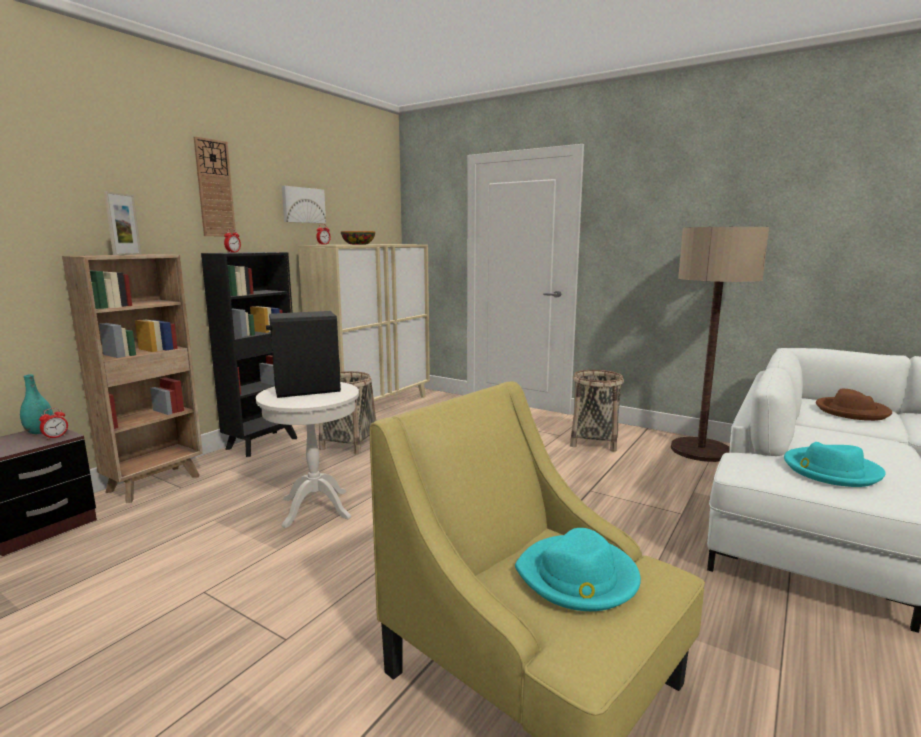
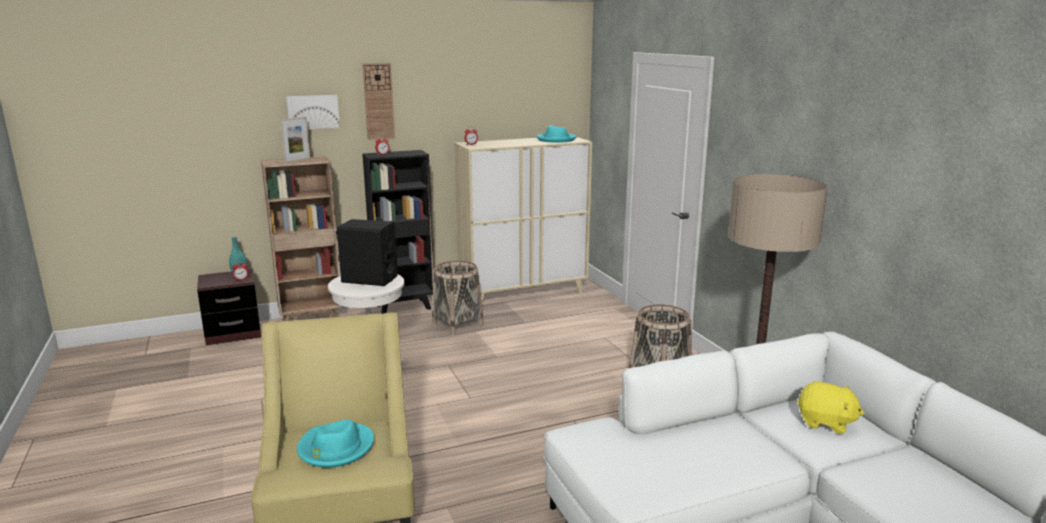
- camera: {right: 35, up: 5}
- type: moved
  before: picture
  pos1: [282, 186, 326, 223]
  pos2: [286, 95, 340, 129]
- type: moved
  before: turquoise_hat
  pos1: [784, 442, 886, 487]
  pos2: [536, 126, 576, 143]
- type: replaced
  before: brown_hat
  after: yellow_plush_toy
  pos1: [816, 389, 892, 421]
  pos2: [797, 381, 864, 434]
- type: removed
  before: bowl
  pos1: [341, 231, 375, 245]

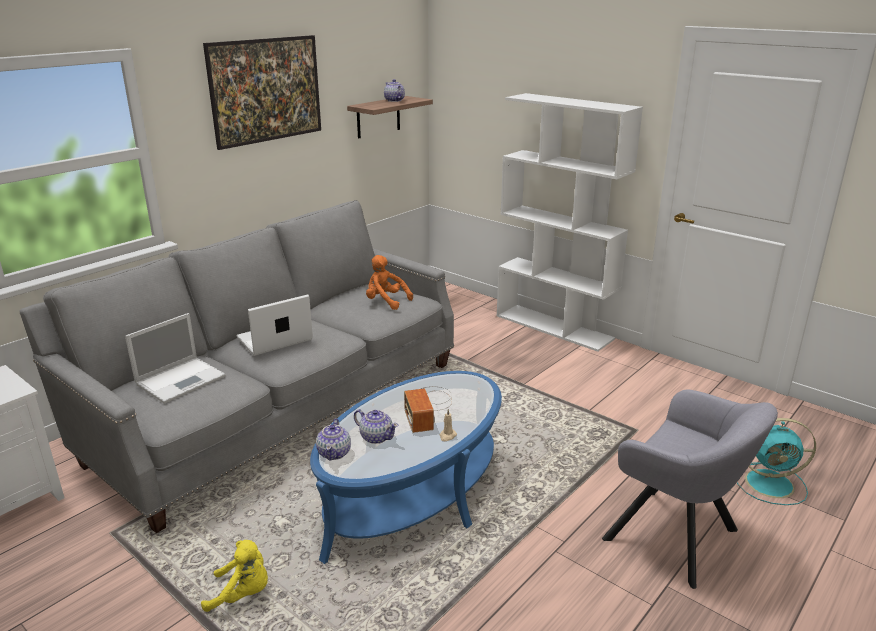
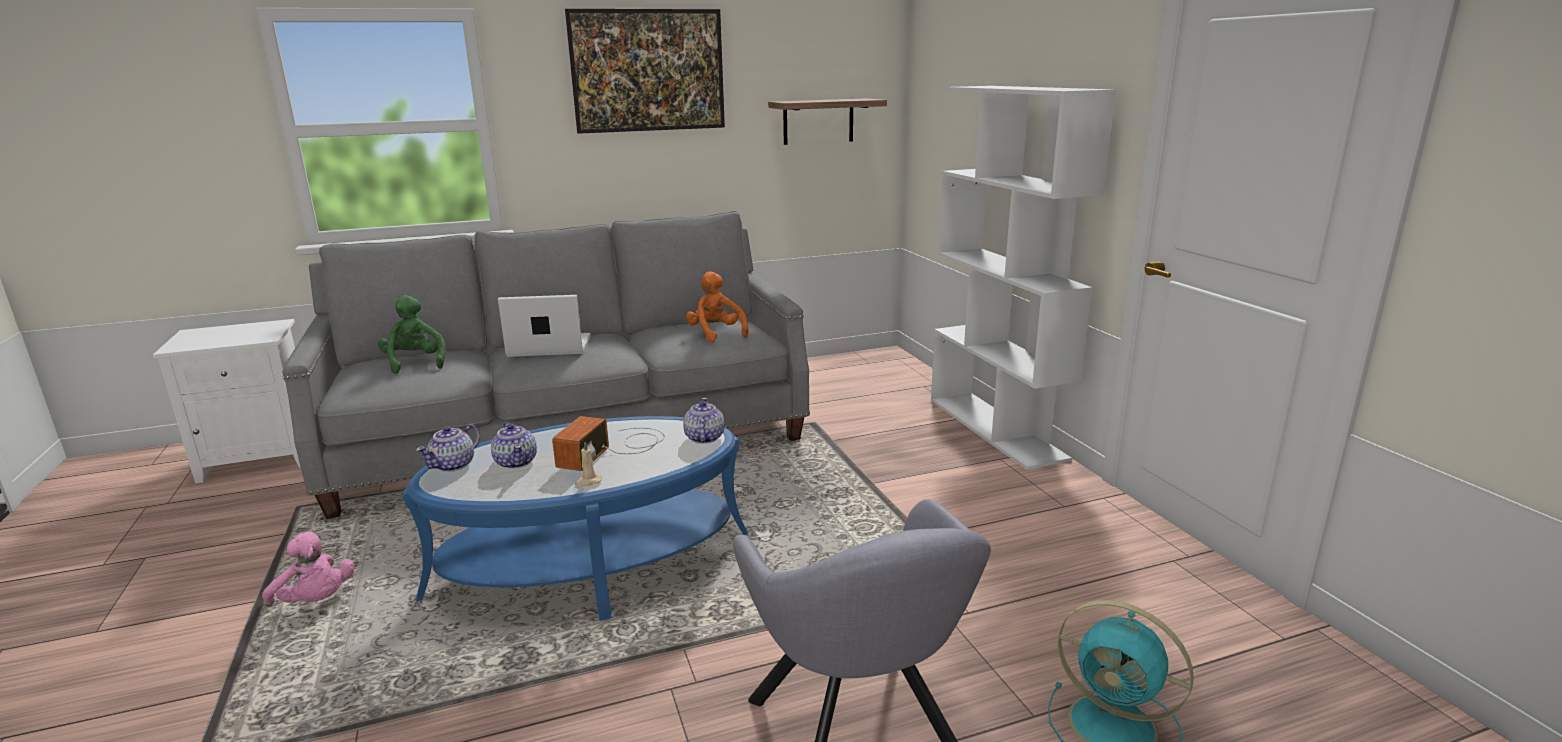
- camera: {right: 30, up: -5}
- type: recoloured
  before: yellow_plush_toy
  after: pink_plush_toy
  pos1: [201, 540, 268, 612]
  pos2: [262, 532, 354, 605]
- type: replaced
  before: laptop
  after: green_plush_toy
  pos1: [125, 313, 226, 404]
  pos2: [378, 295, 446, 374]
- type: moved
  before: teapot
  pos1: [384, 79, 405, 102]
  pos2: [683, 398, 725, 444]

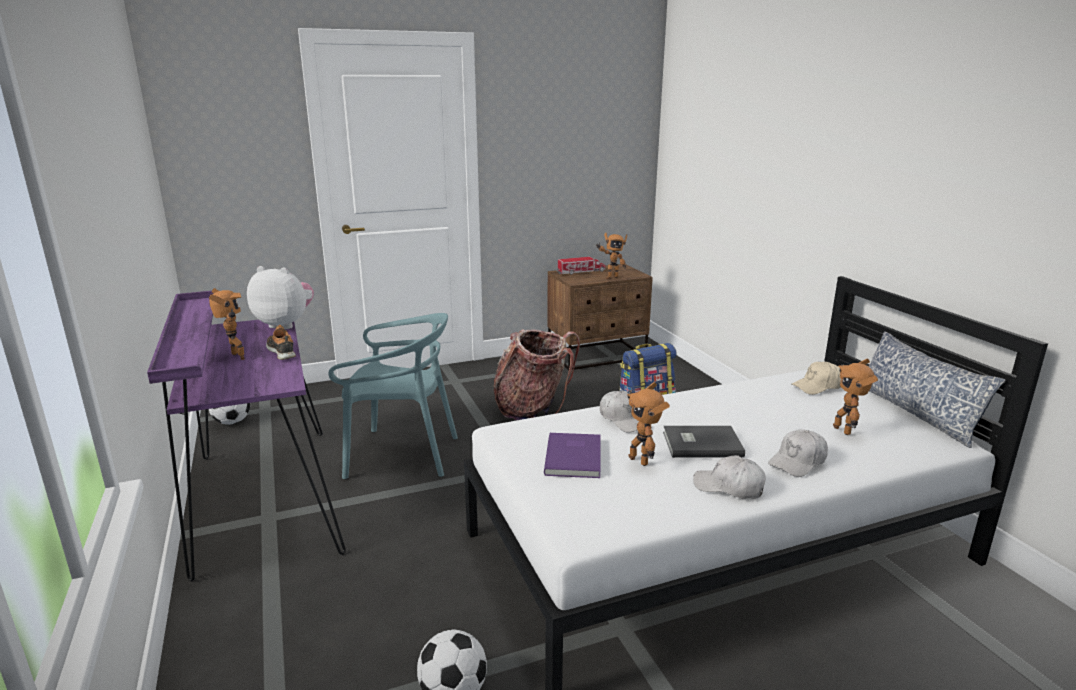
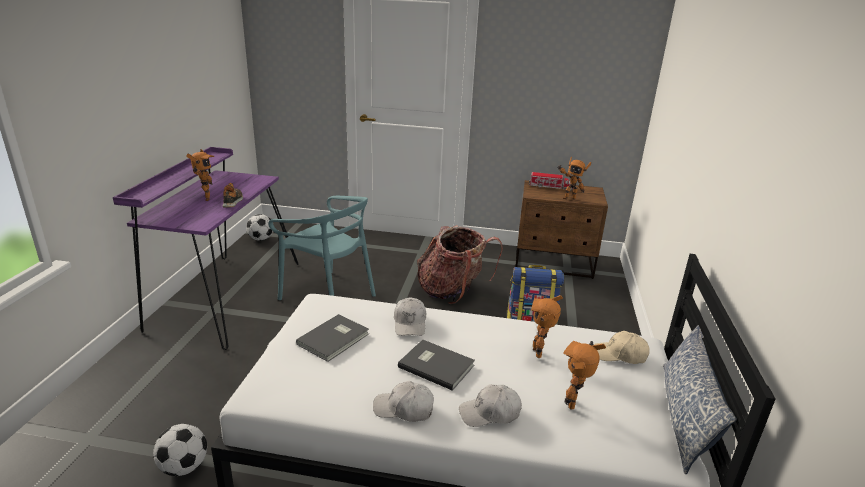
- camera: {right: 30, up: 5}
- type: recoloured
  before: purple_book
  after: grey_book
  pos1: [544, 433, 601, 478]
  pos2: [296, 314, 369, 362]
- type: turned
  before: white_cap
  pos1: [693, 455, 766, 499]
  pos2: [373, 381, 434, 422]
  turn: -45
- type: moved
  before: toy_robot
  pos1: [627, 382, 670, 466]
  pos2: [531, 295, 563, 358]
- type: removed
  before: plush_toy
  pos1: [247, 266, 314, 329]

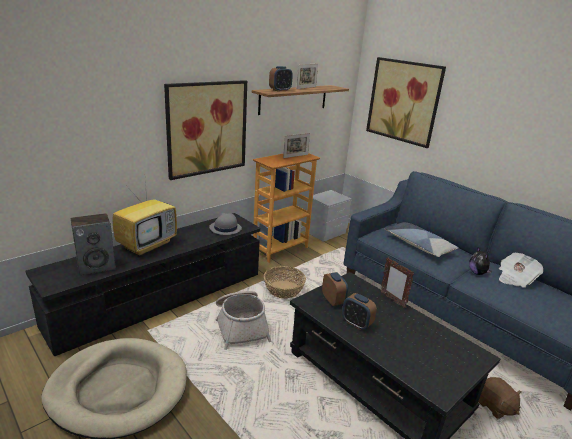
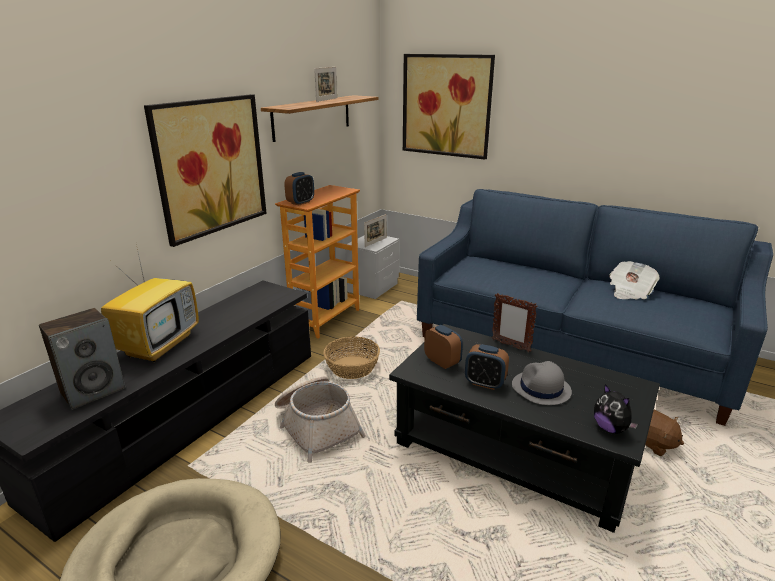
- camera: {right: -15, up: 0}
- type: moved
  before: alarm_clock
  pos1: [269, 66, 293, 91]
  pos2: [284, 172, 314, 205]
- type: moved
  before: picture_frame
  pos1: [283, 133, 310, 158]
  pos2: [364, 214, 387, 247]
- type: moved
  before: grey_hat
  pos1: [209, 213, 242, 235]
  pos2: [512, 361, 572, 405]
- type: moved
  before: plush_toy
  pos1: [469, 248, 492, 275]
  pos2: [594, 384, 638, 434]
- type: removed
  before: pillow
  pos1: [384, 222, 458, 257]

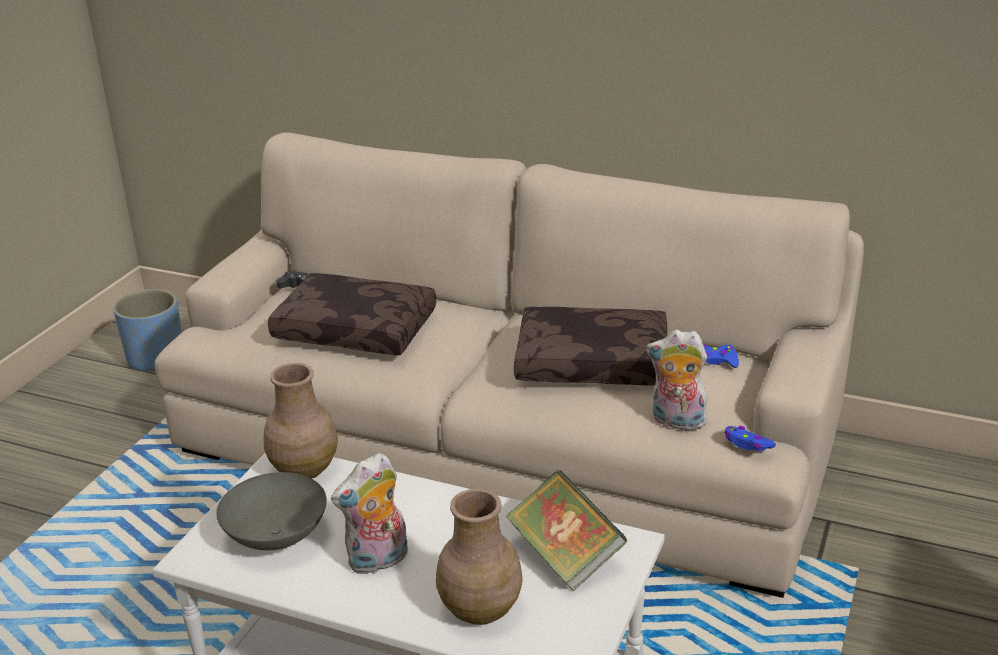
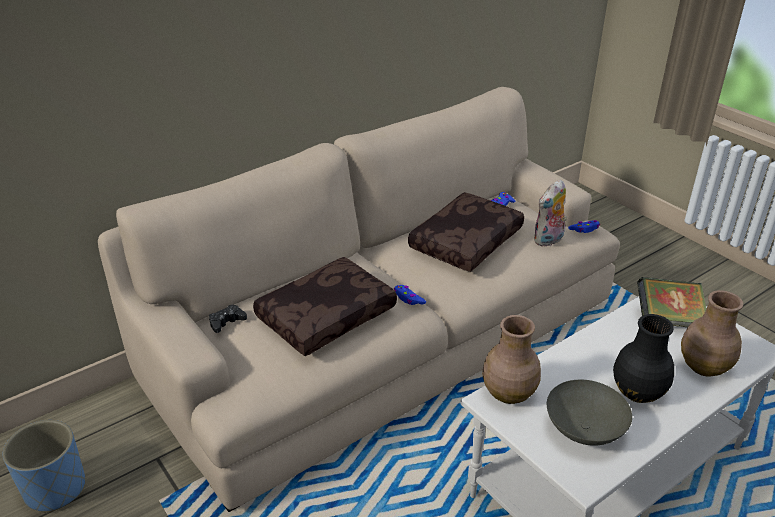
- camera: {right: -60, up: 5}
- type: added
  after: blue_game_controller
  pos2: [394, 285, 426, 305]
- type: replaced
  before: plush_toy
  after: black_vase
  pos1: [331, 453, 408, 574]
  pos2: [613, 314, 674, 403]

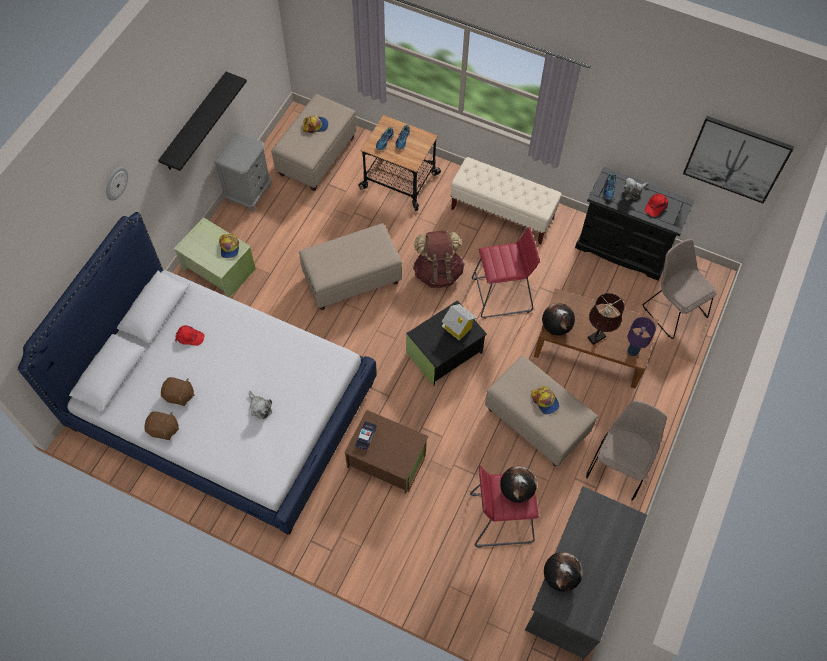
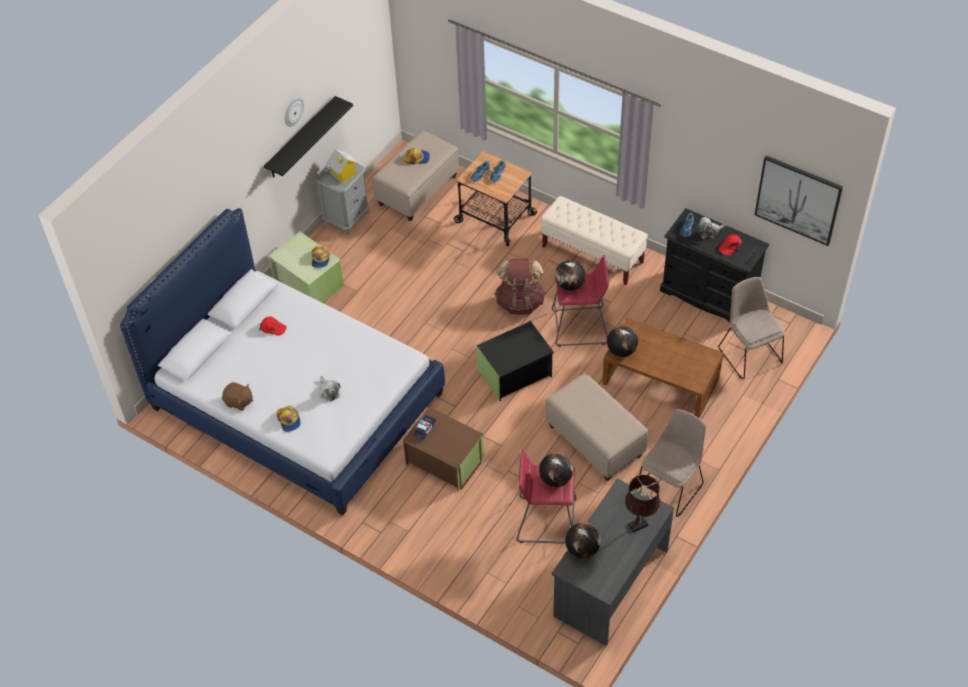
- camera: {right: 10, up: -10}
- type: moved
  before: cap
  pos1: [531, 386, 559, 414]
  pos2: [276, 406, 301, 432]
- type: moved
  before: wall_clock
  pos1: [106, 167, 128, 201]
  pos2: [285, 97, 304, 126]
- type: moved
  before: toy_house
  pos1: [441, 304, 477, 340]
  pos2: [327, 149, 358, 184]
- type: added
  after: globe
  pos2: [555, 260, 586, 291]
- type: moved
  before: brown_table_lamp
  pos1: [587, 293, 624, 345]
  pos2: [625, 475, 661, 533]
- type: removed
  before: brown_plush_toy
  pos1: [161, 377, 195, 406]
- type: removed
  before: beige_ottoman
  pos1: [299, 223, 402, 310]
- type: removed
  before: purple_table_lamp
  pos1: [627, 317, 656, 356]

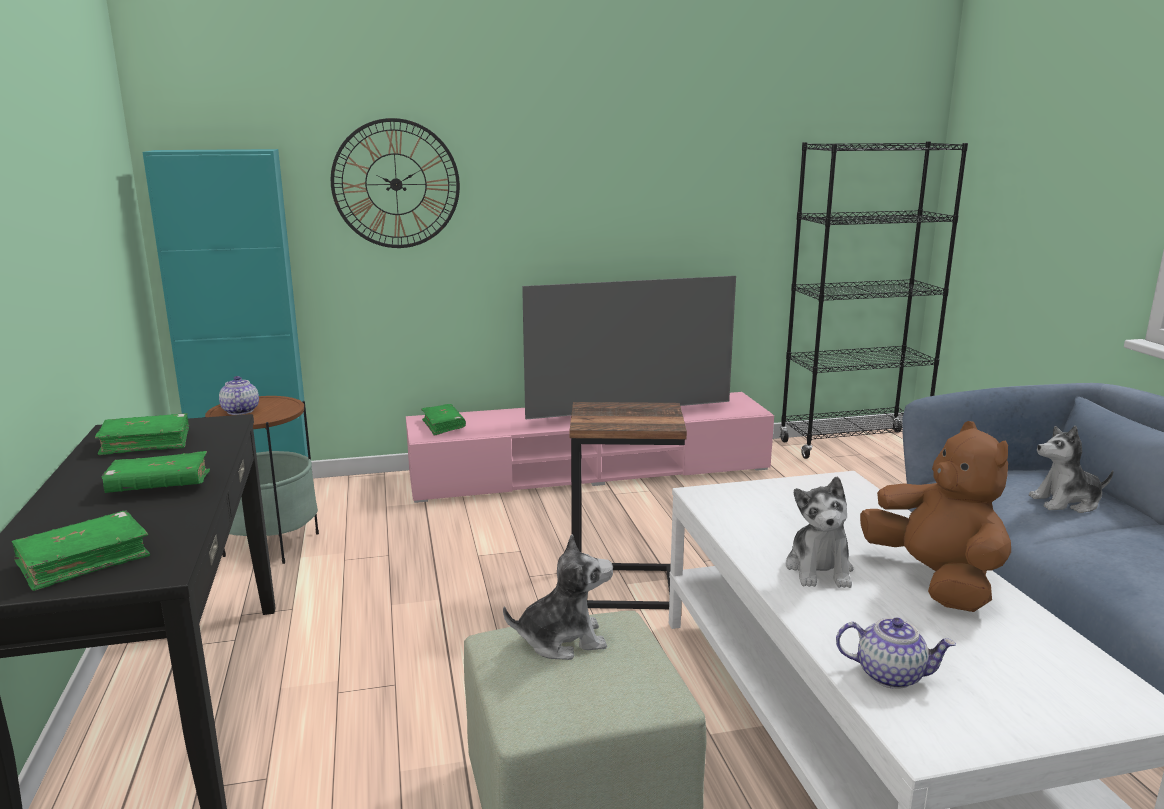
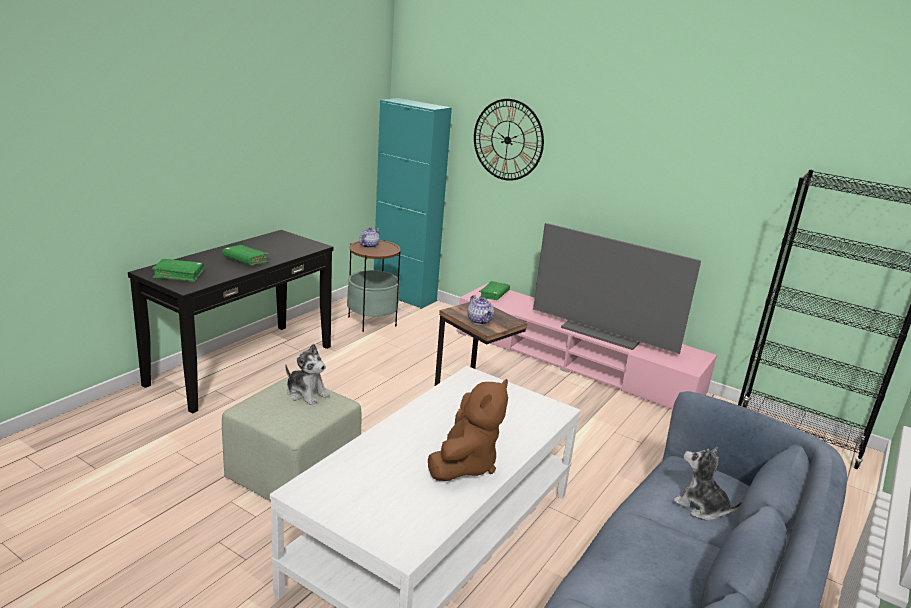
- camera: {right: 45, up: 5}
- type: moved
  before: teapot
  pos1: [836, 618, 956, 689]
  pos2: [467, 295, 494, 325]
- type: removed
  before: green_book
  pos1: [95, 413, 189, 455]
- type: removed
  before: plush_toy
  pos1: [786, 476, 853, 588]

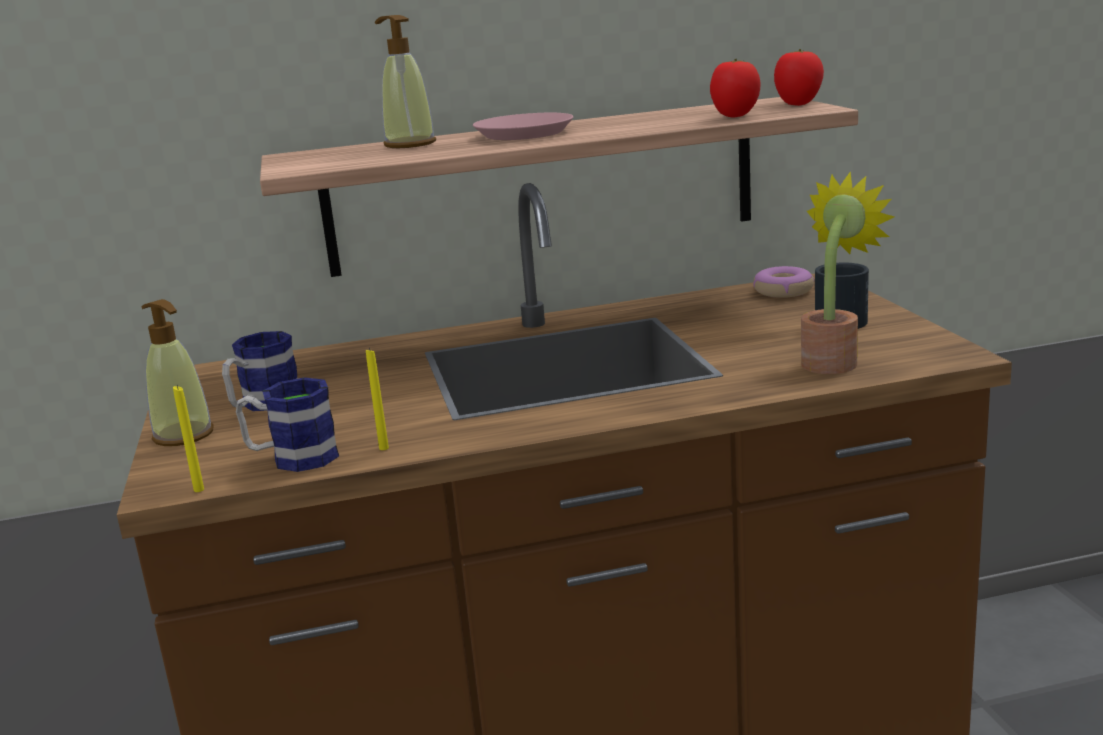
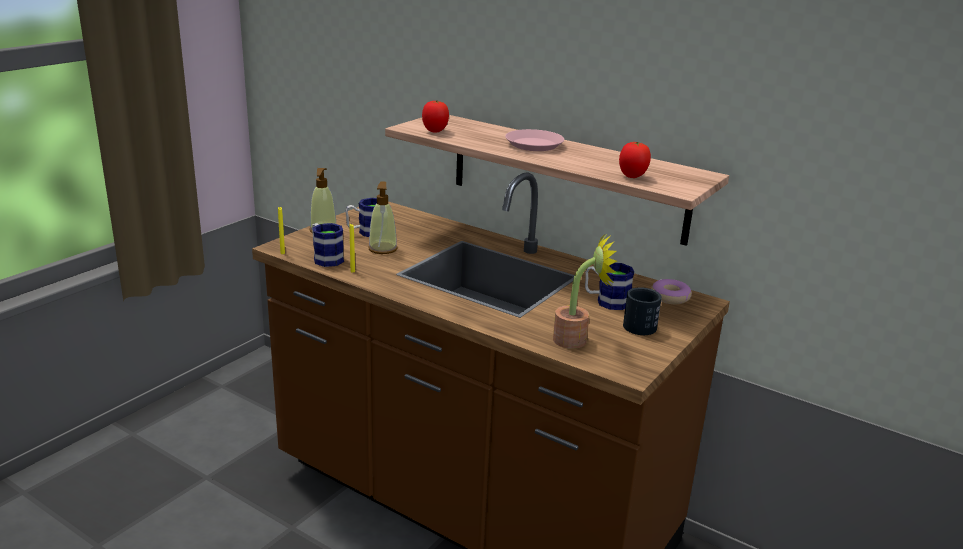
- camera: {right: 45, up: 5}
- type: moved
  before: soap_dispenser
  pos1: [375, 15, 436, 148]
  pos2: [368, 182, 397, 254]
- type: moved
  before: tomato
  pos1: [774, 49, 824, 106]
  pos2: [422, 100, 449, 133]
- type: added
  after: mug
  pos2: [585, 263, 634, 310]

